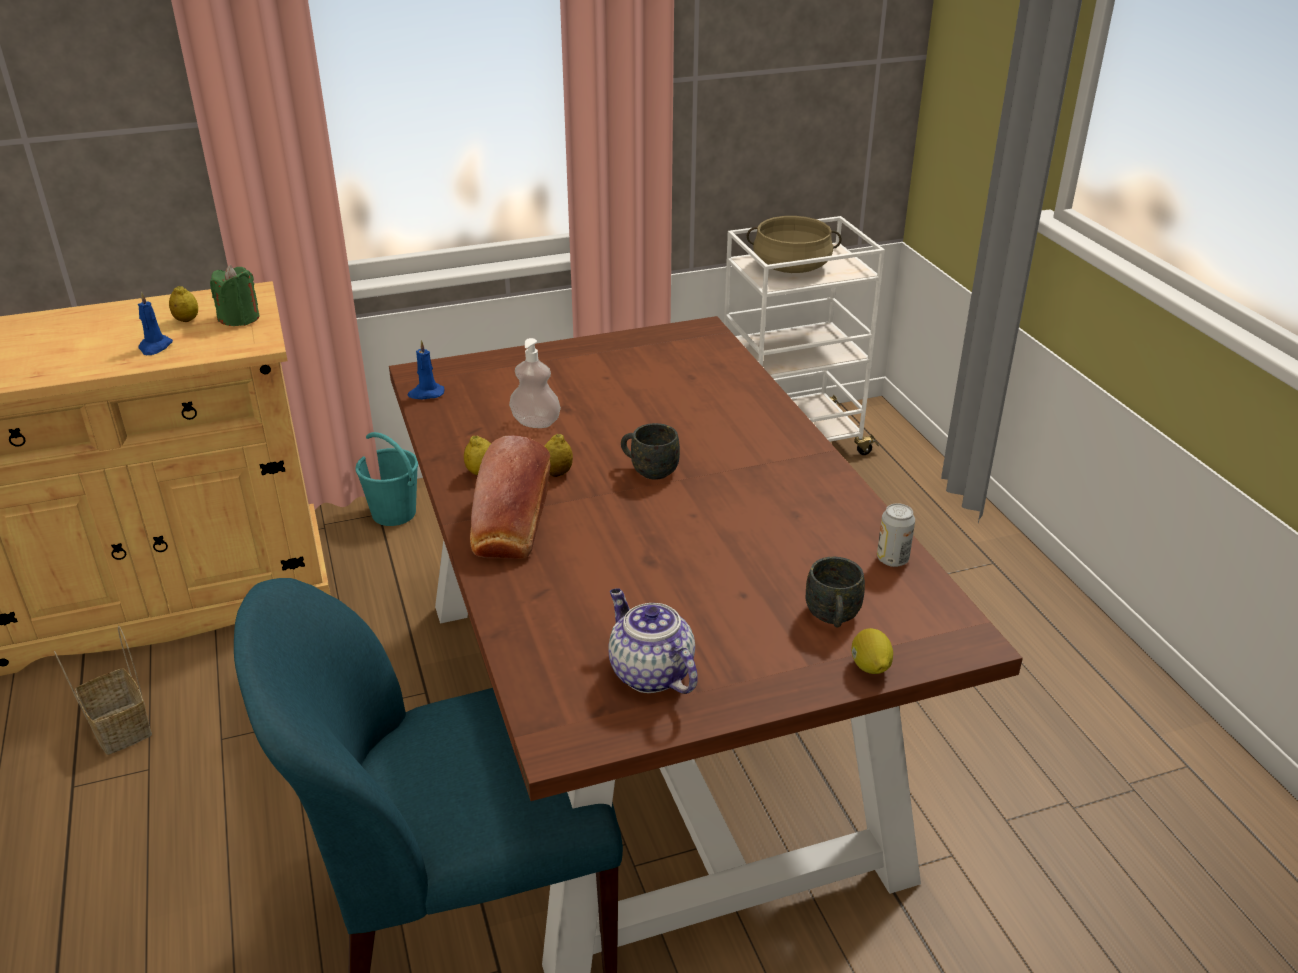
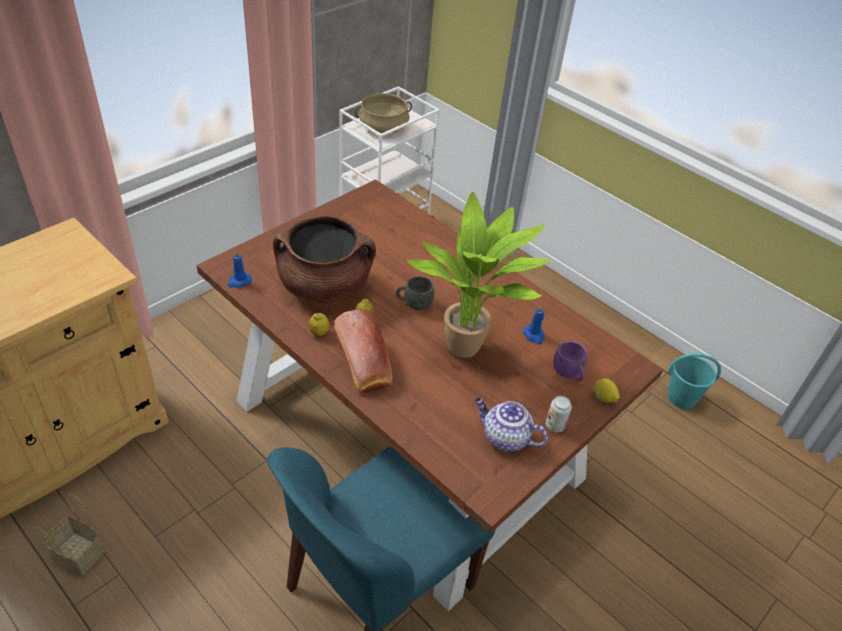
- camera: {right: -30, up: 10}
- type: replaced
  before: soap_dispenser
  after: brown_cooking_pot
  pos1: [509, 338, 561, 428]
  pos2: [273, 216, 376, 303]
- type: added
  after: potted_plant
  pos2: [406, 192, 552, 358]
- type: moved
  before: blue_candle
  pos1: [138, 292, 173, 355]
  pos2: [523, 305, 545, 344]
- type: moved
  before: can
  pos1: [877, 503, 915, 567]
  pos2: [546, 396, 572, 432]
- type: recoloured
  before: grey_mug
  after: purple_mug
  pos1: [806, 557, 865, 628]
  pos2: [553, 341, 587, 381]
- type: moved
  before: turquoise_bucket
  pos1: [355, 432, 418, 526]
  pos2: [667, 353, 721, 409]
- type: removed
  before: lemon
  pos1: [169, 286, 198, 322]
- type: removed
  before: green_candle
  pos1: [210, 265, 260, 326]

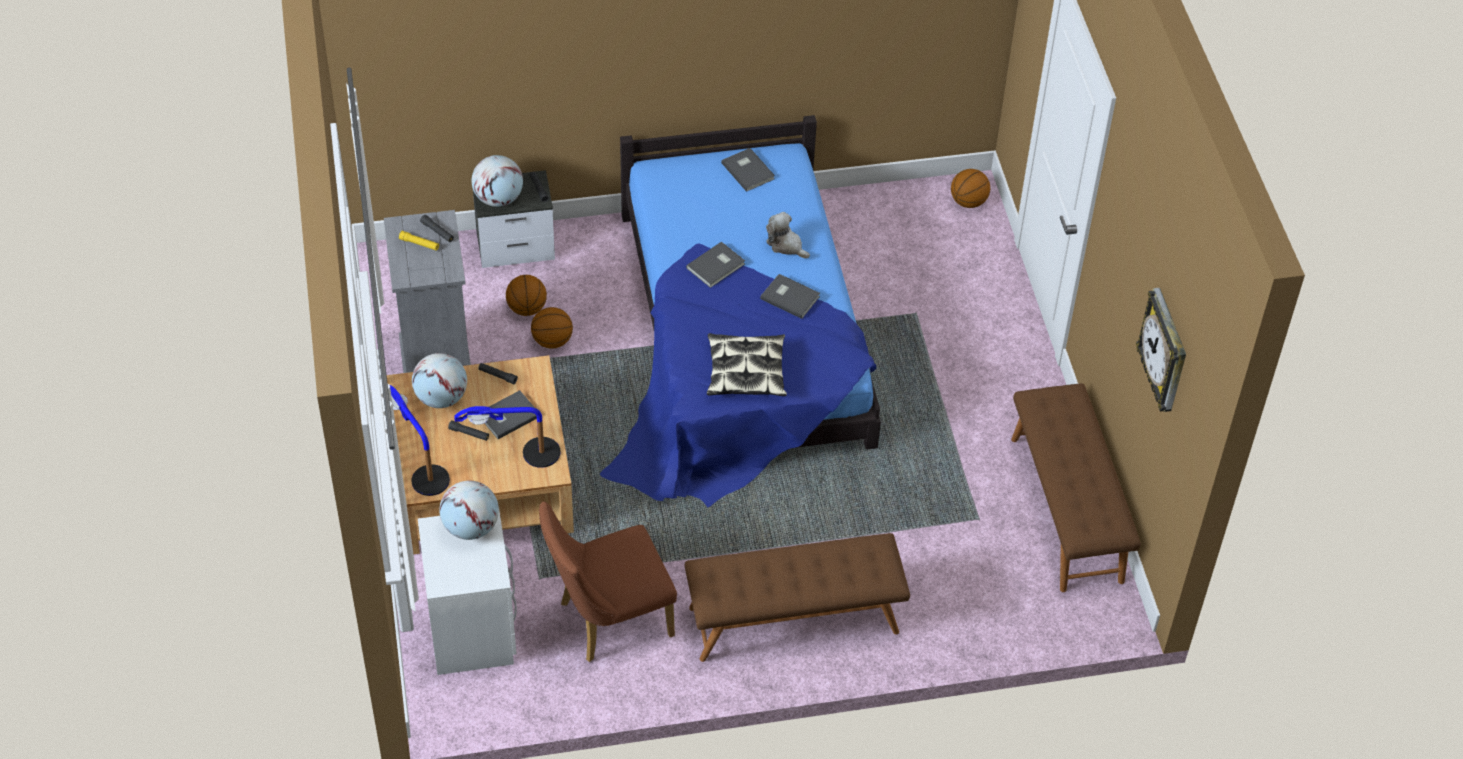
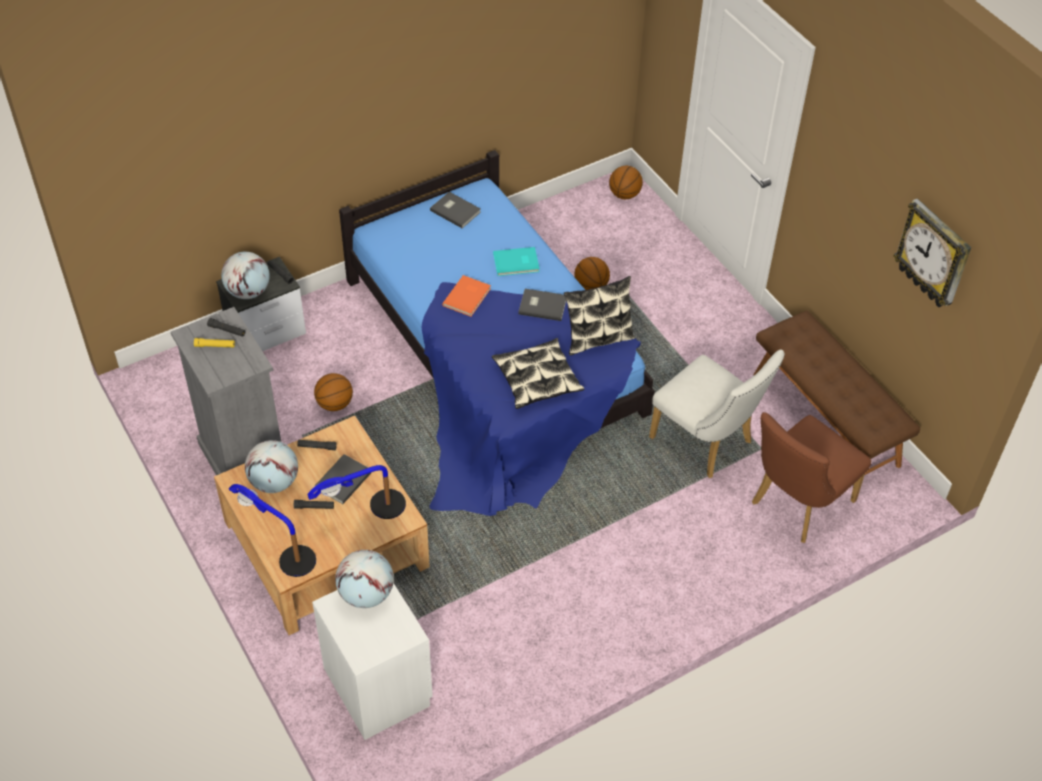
- camera: {right: -20, up: 0}
- type: recoloured
  before: grey_book
  after: orange_book
  pos1: [686, 242, 745, 288]
  pos2: [442, 275, 491, 317]
- type: replaced
  before: plush_toy
  after: turquoise_book
  pos1: [766, 212, 810, 258]
  pos2: [493, 247, 540, 276]
- type: added
  after: pillow
  pos2: [564, 276, 635, 355]
- type: moved
  before: basketball
  pos1: [506, 275, 547, 316]
  pos2: [574, 257, 610, 290]
- type: added
  after: white_chair
  pos2: [649, 350, 785, 478]
- type: moved
  before: brown_chair
  pos1: [539, 502, 677, 662]
  pos2: [752, 412, 871, 543]
- type: removed
  before: brown_bench
  pos1: [685, 533, 910, 662]

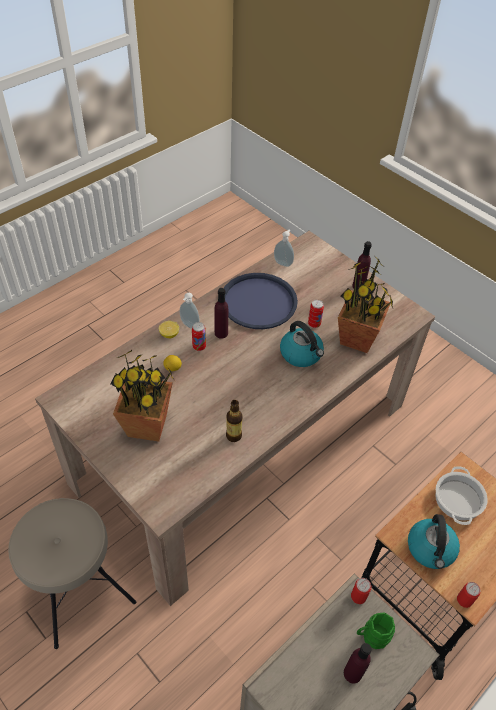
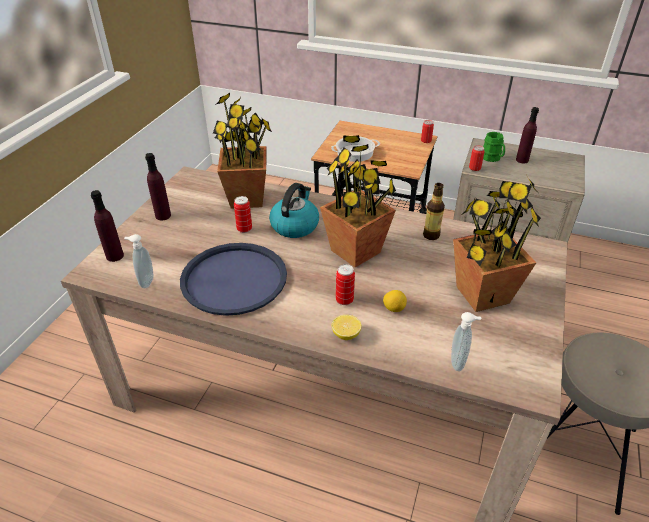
- camera: {right: -115, up: -10}
- type: moved
  before: purple_bottle
  pos1: [214, 288, 228, 339]
  pos2: [91, 190, 124, 262]
- type: added
  after: potted_plant
  pos2: [320, 135, 396, 268]
- type: moved
  before: soap_dispenser
  pos1: [180, 293, 200, 329]
  pos2: [451, 312, 481, 371]
- type: removed
  before: kettle
  pos1: [408, 514, 460, 569]

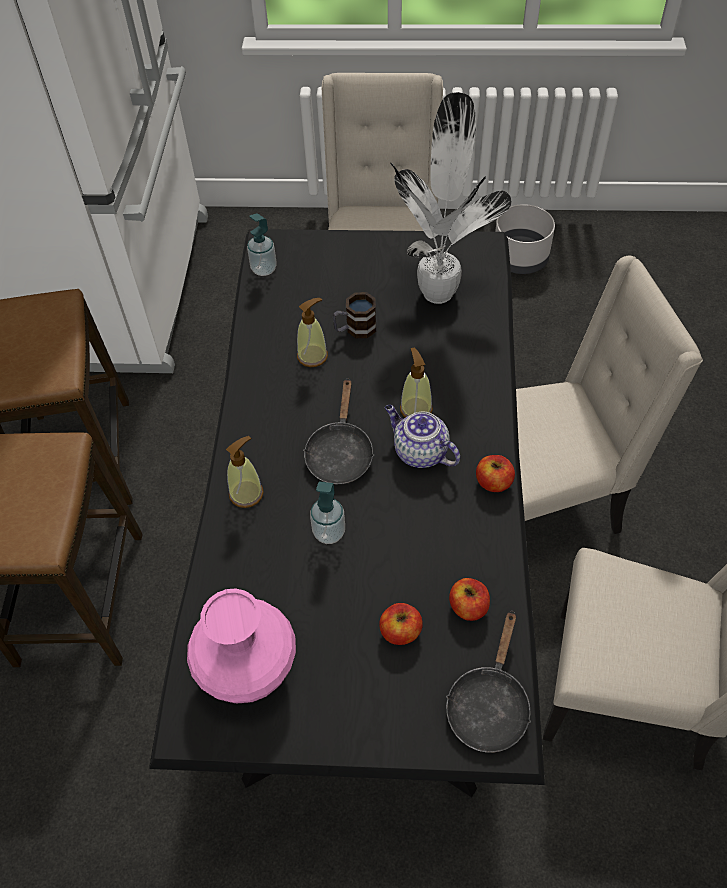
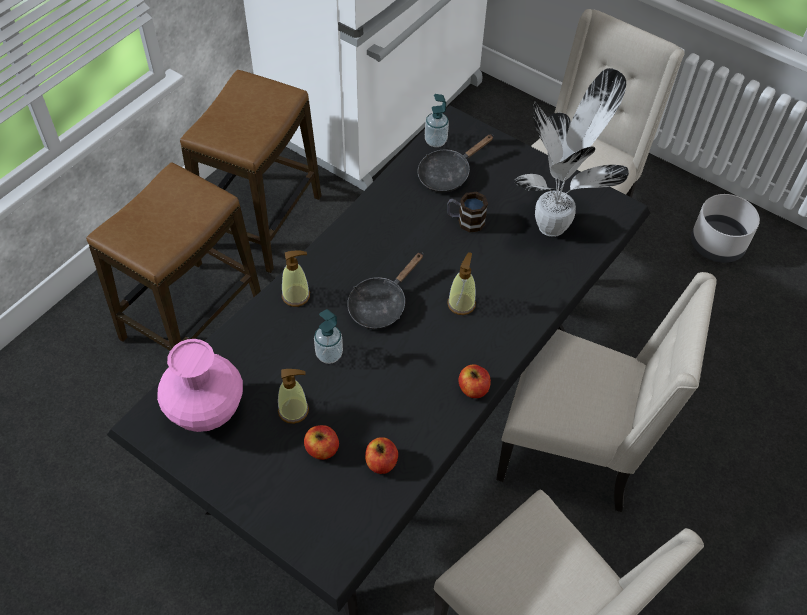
- camera: {right: 30, up: 0}
- type: moved
  before: soap_dispenser
  pos1: [297, 298, 328, 367]
  pos2: [278, 369, 309, 424]
- type: moved
  before: black_frying_pan
  pos1: [446, 611, 531, 752]
  pos2: [418, 135, 494, 192]
- type: removed
  before: teapot
  pos1: [385, 405, 460, 468]

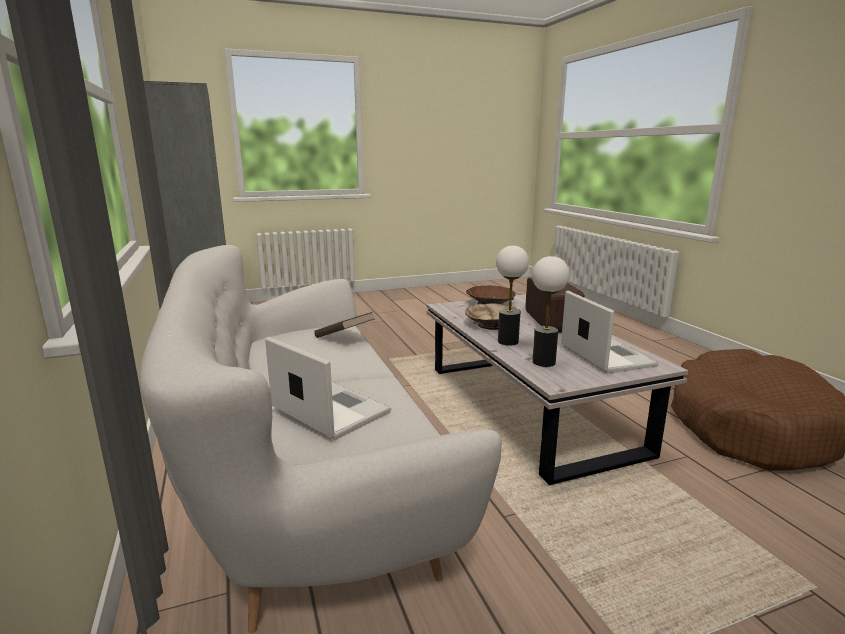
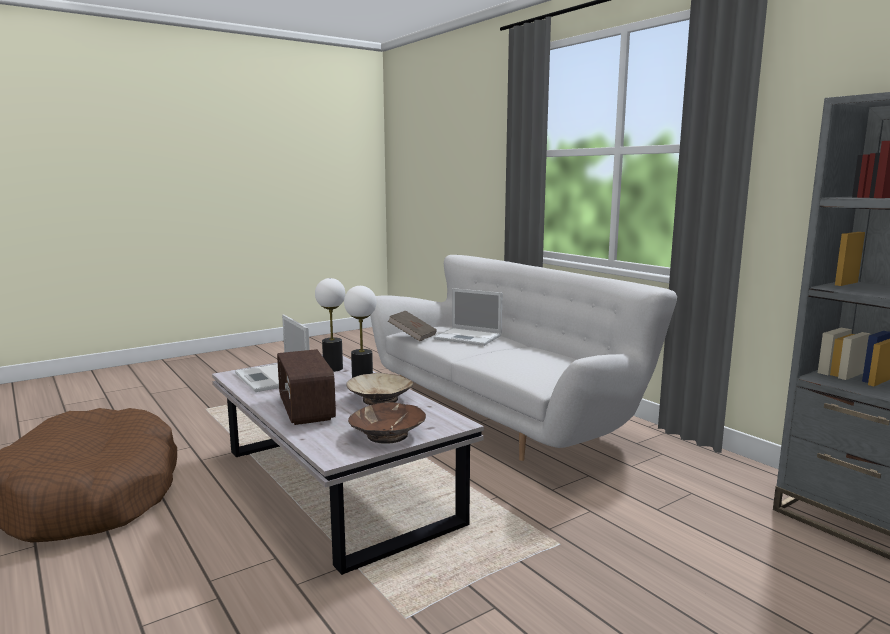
- camera: {right: 165, up: -5}
- type: moved
  before: brown_book
  pos1: [314, 312, 375, 338]
  pos2: [388, 311, 437, 341]

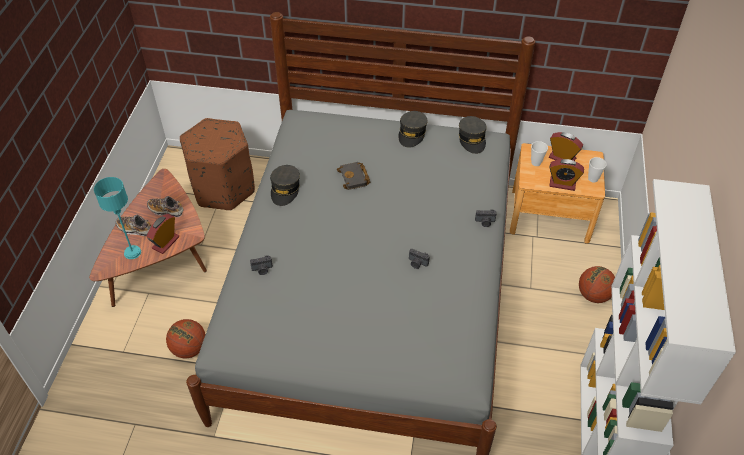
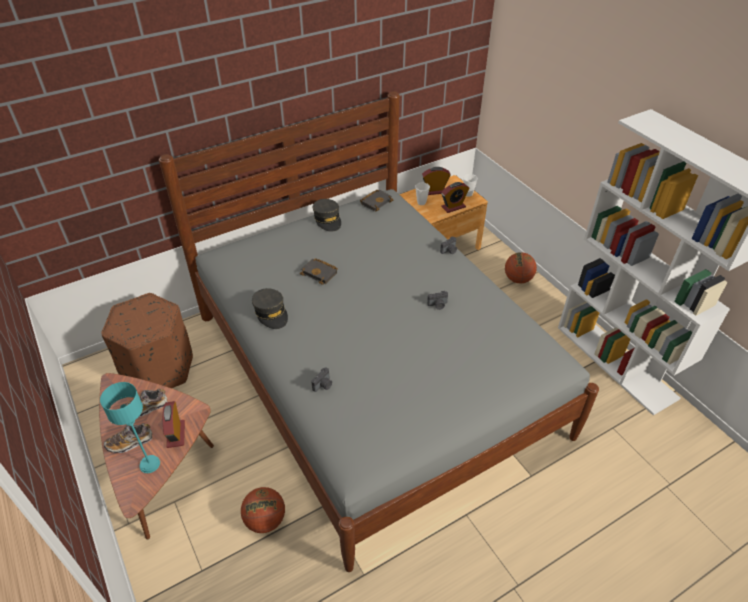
- camera: {right: -40, up: -5}
- type: replaced
  before: grey_cap
  after: black_book
  pos1: [458, 116, 487, 154]
  pos2: [360, 190, 393, 211]

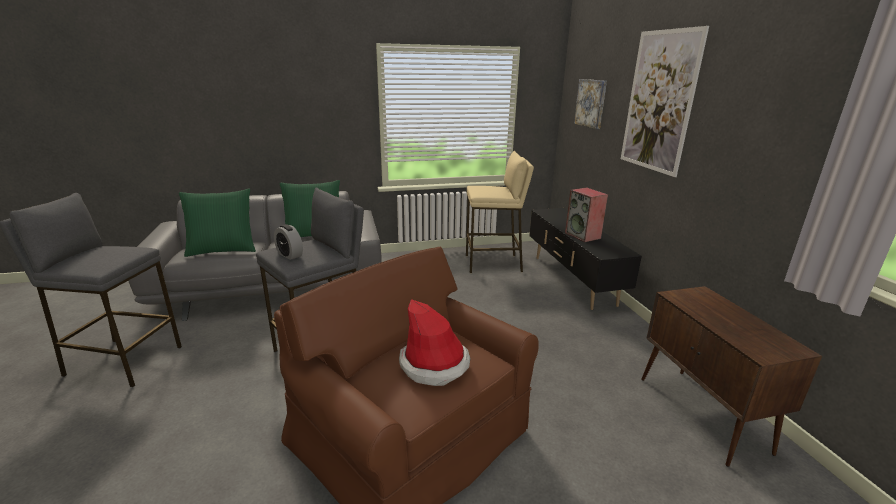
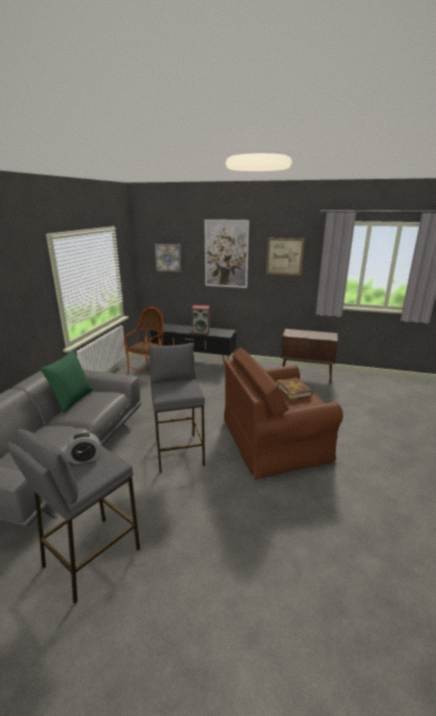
- camera: {right: -60, up: 0}
- type: moved
  before: alarm_clock
  pos1: [274, 224, 303, 260]
  pos2: [66, 432, 101, 464]
- type: replaced
  before: beige_stool
  after: armchair
  pos1: [466, 151, 534, 273]
  pos2: [124, 307, 164, 381]
- type: added
  after: picture
  pos2: [266, 238, 305, 276]
- type: replaced
  before: hat
  after: book
  pos1: [399, 299, 471, 386]
  pos2: [277, 378, 313, 400]
- type: removed
  before: green_pillow
  pos1: [179, 189, 256, 257]

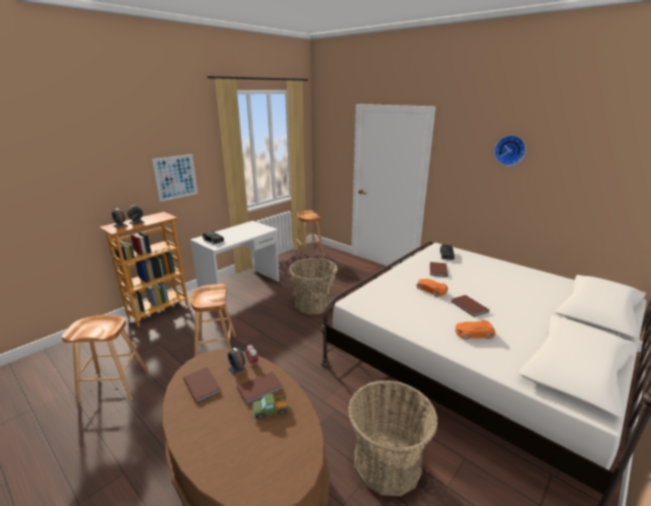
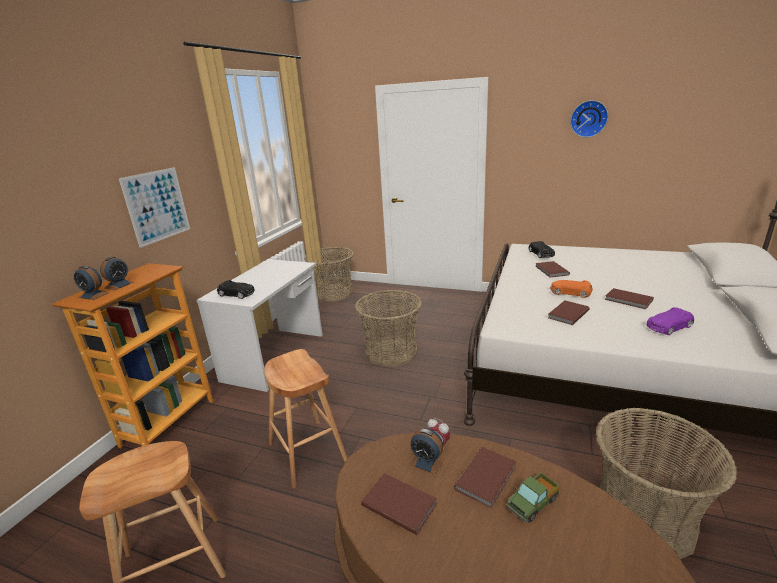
- camera: {right: -20, up: 0}
- type: replaced
  before: brown_stool
  after: basket
  pos1: [296, 210, 324, 260]
  pos2: [304, 247, 354, 302]
- type: added
  after: brown_book
  pos2: [548, 300, 590, 325]
- type: recoloured
  before: orange_toy_car
  after: purple_toy_car
  pos1: [455, 320, 496, 340]
  pos2: [647, 307, 694, 335]

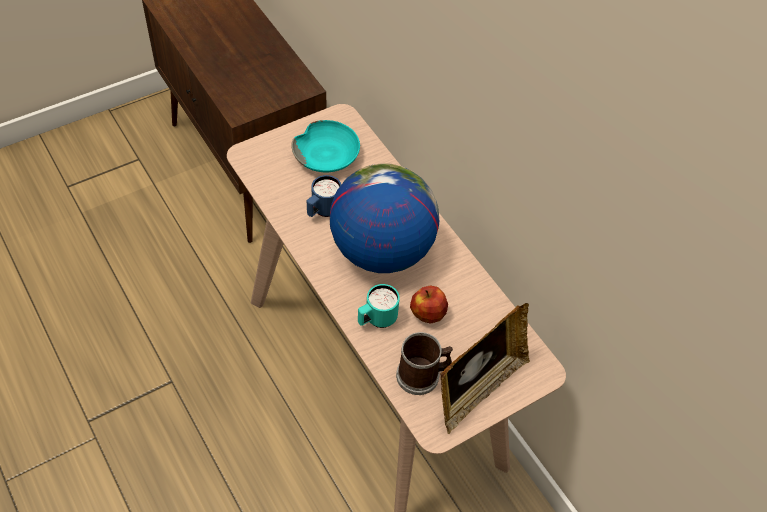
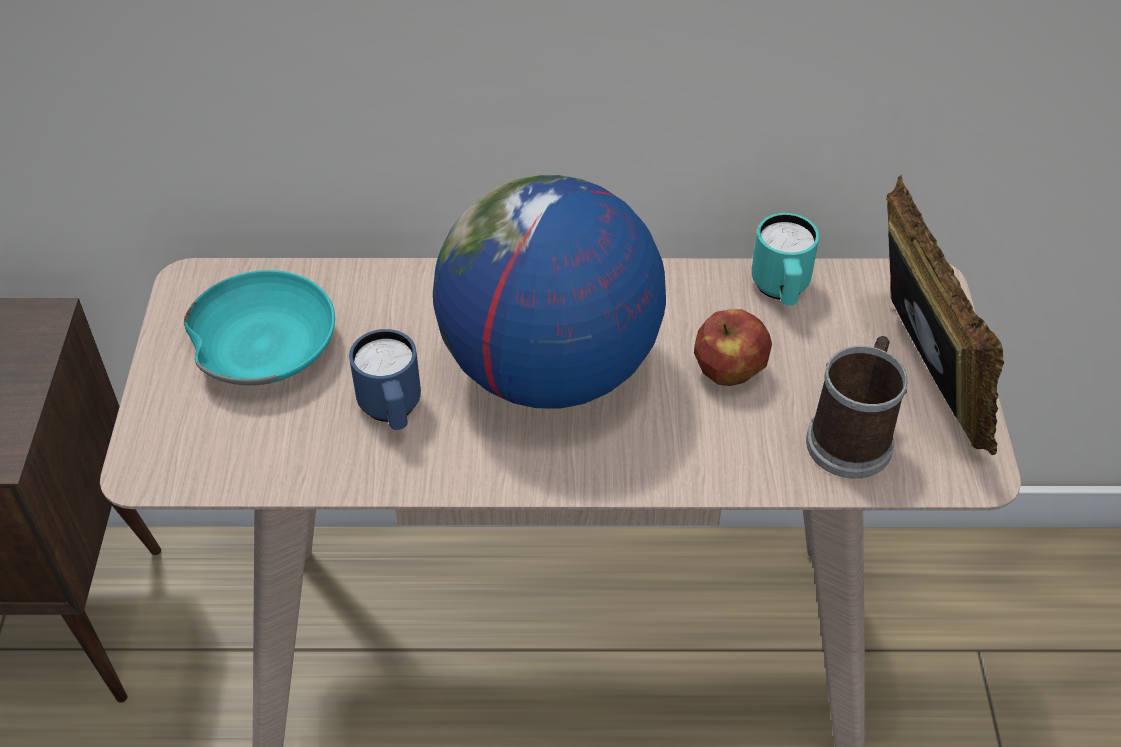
- camera: {right: -55, up: -5}
- type: moved
  before: turquoise_mug
  pos1: [358, 284, 400, 328]
  pos2: [751, 213, 819, 306]

